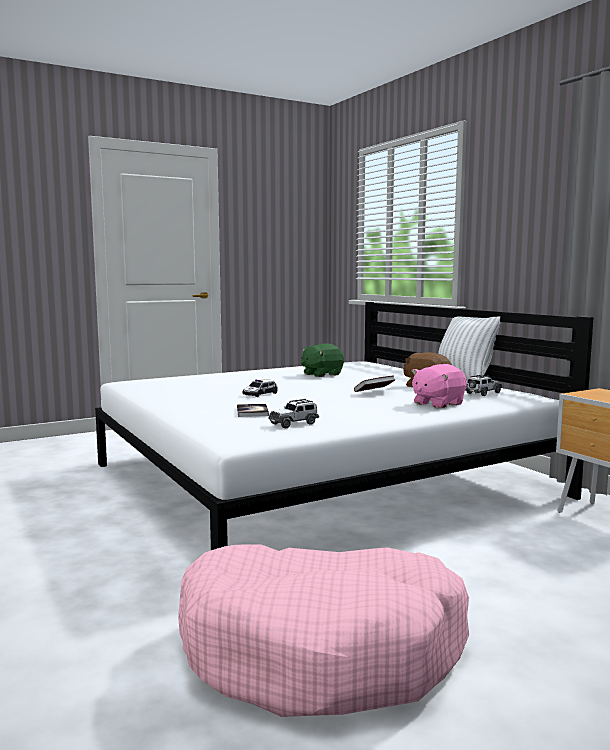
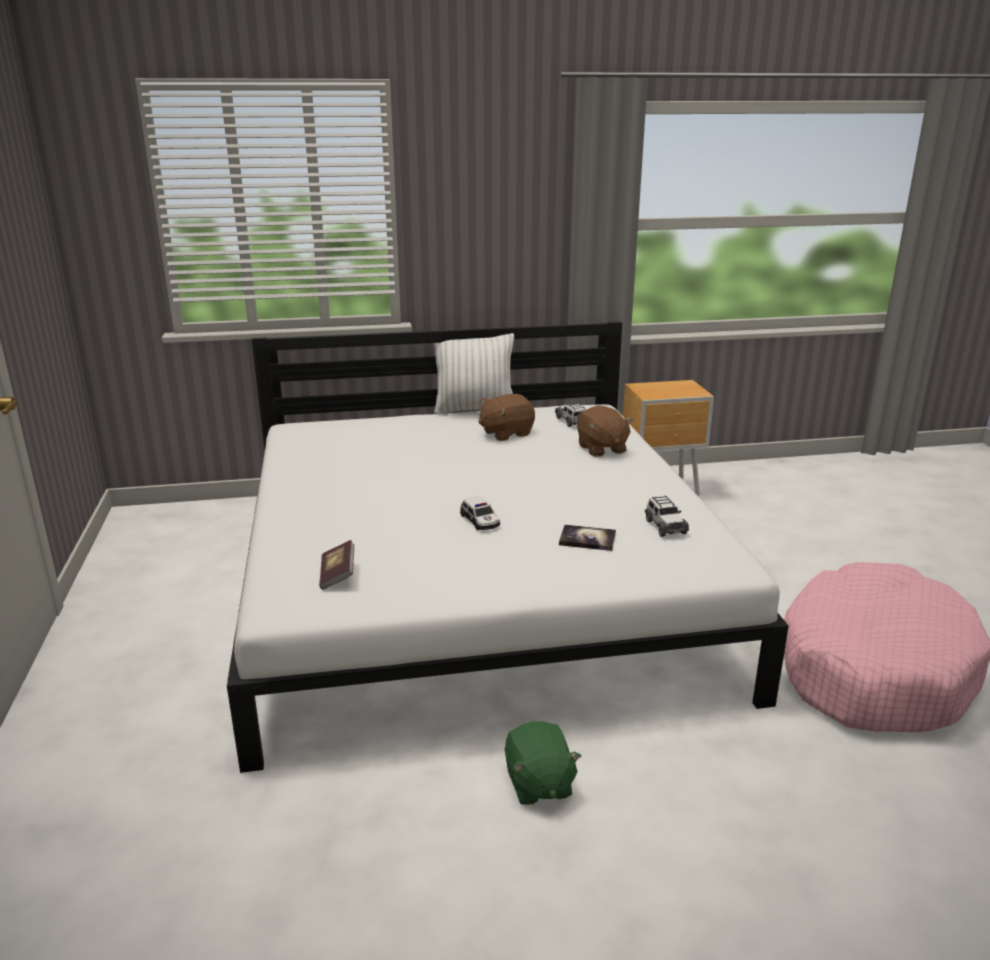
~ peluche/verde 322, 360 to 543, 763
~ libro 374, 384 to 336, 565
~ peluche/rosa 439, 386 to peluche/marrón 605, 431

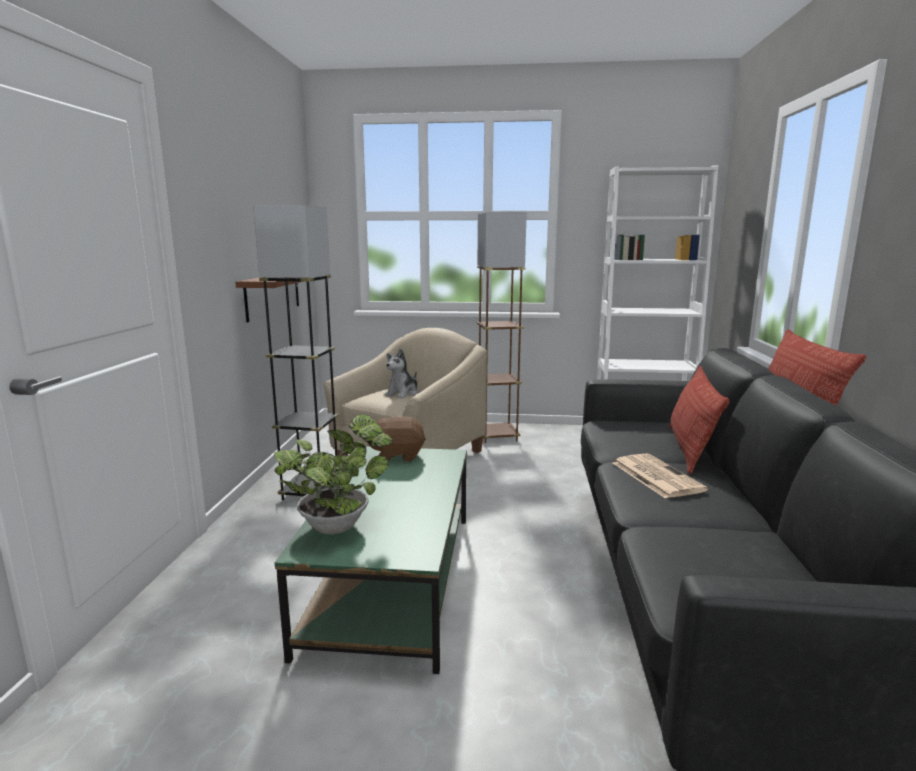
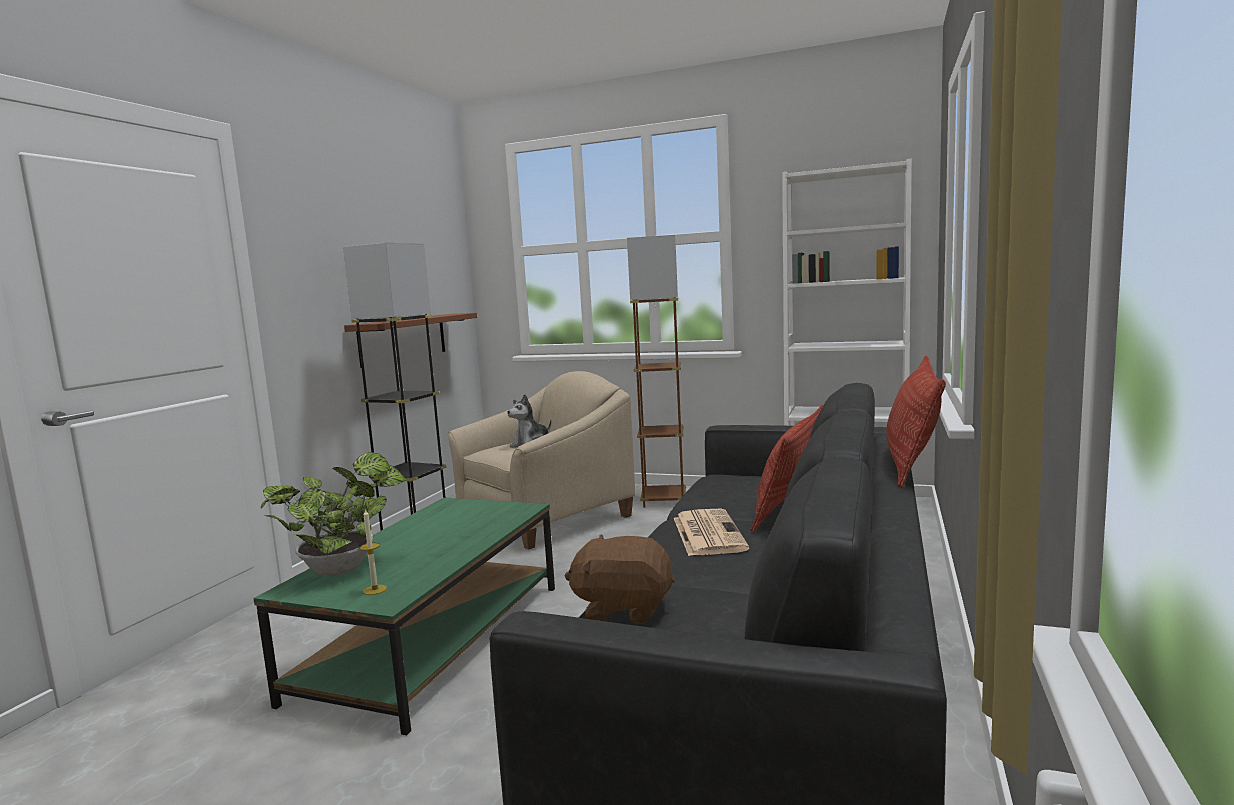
~ peluche/marrón 395, 439 to 620, 579
+ vela 373, 552

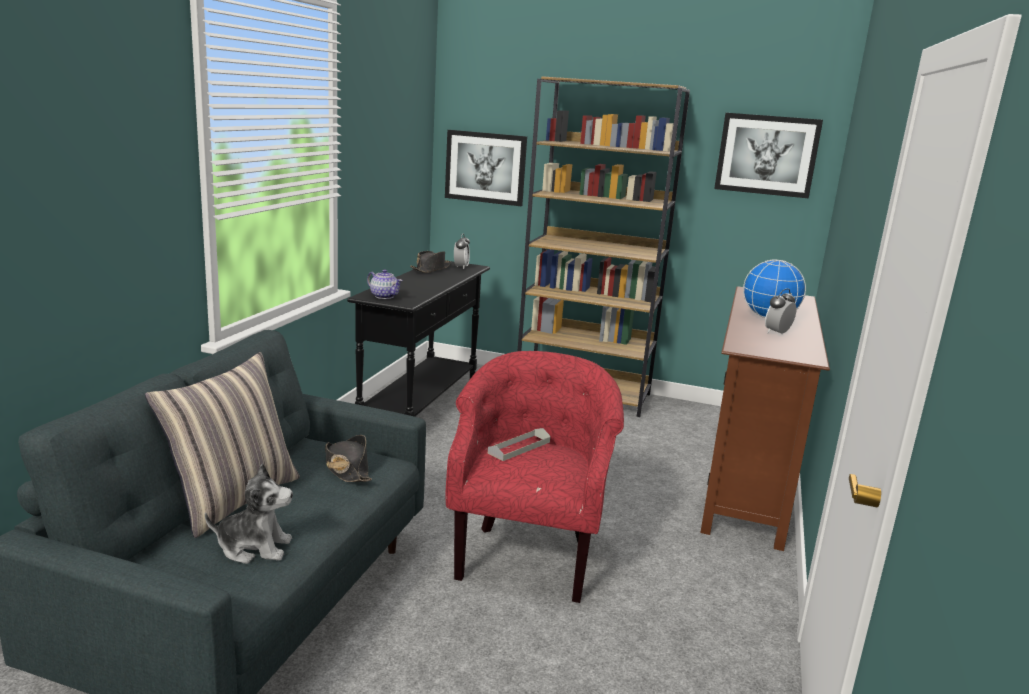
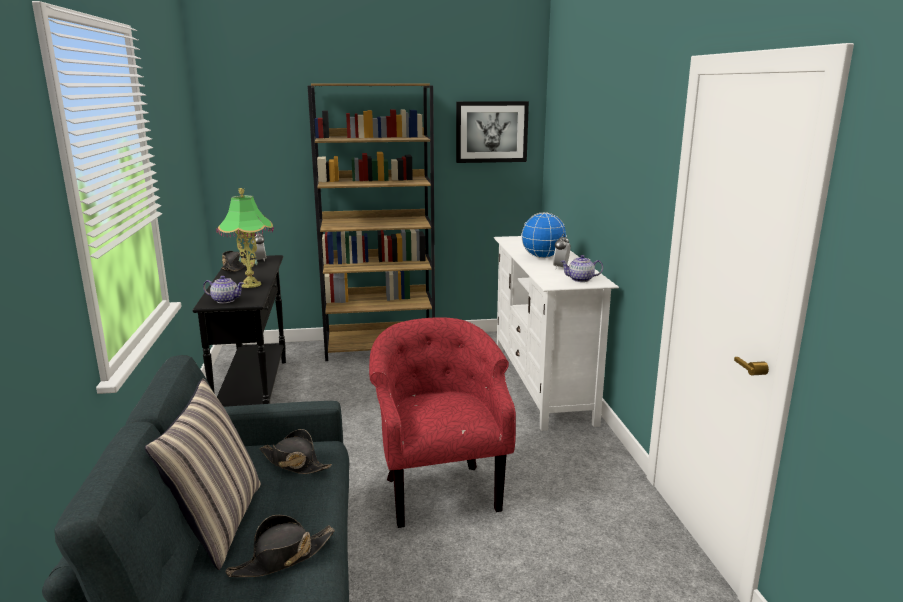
~ peluche 249, 513 to sombrero/negro 280, 546
- cuadro 486, 168
- bandeja/gris 519, 444
~ mueble de televisión/marrón 765, 418 to mueble de televisión/blanco 556, 333
+ lámpara de mesa 245, 238
+ tetera 581, 268

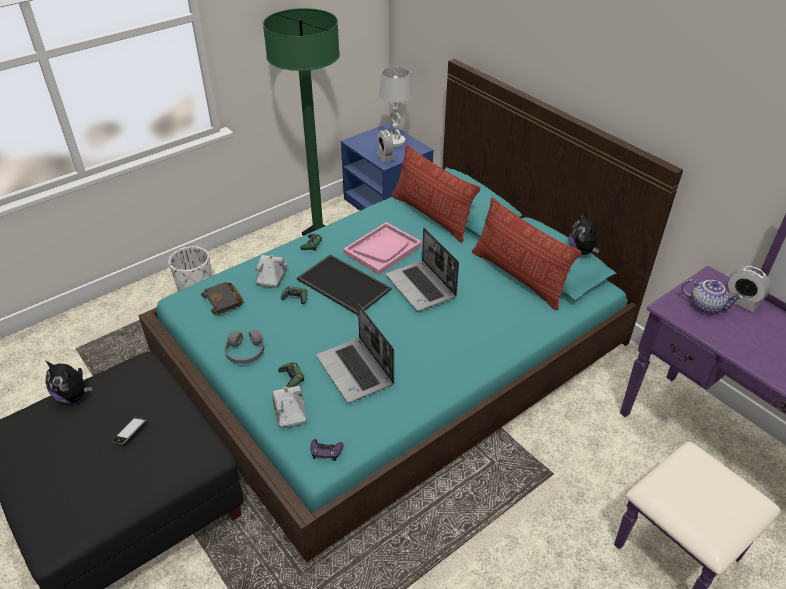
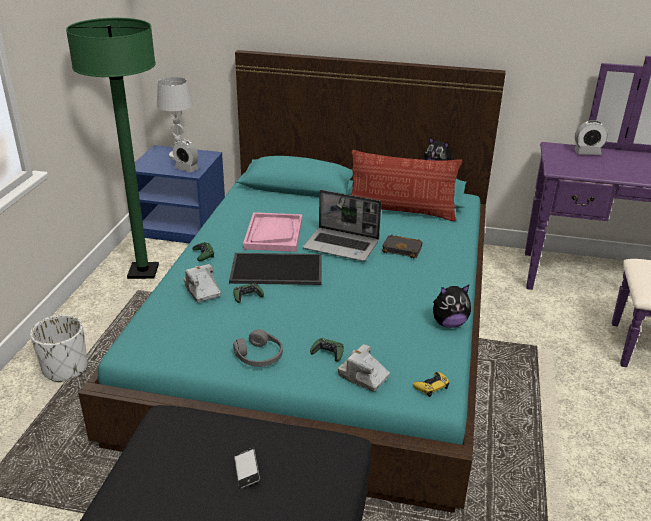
~ peluche 68, 381 to 452, 306
~ libro/negro 222, 298 to 402, 246
~ mando de consola/morado 327, 450 to mando de consola/amarillo 431, 384
- portátil 355, 353
- cojín 436, 194
- tetera 712, 296

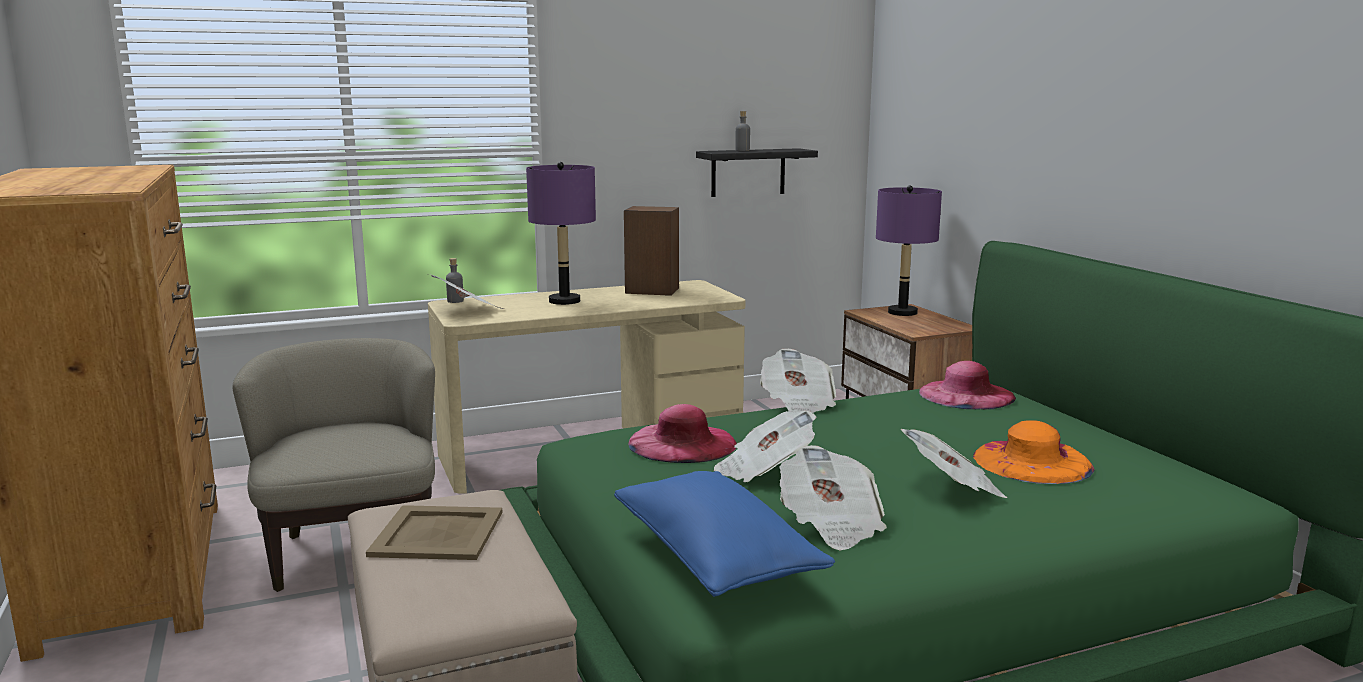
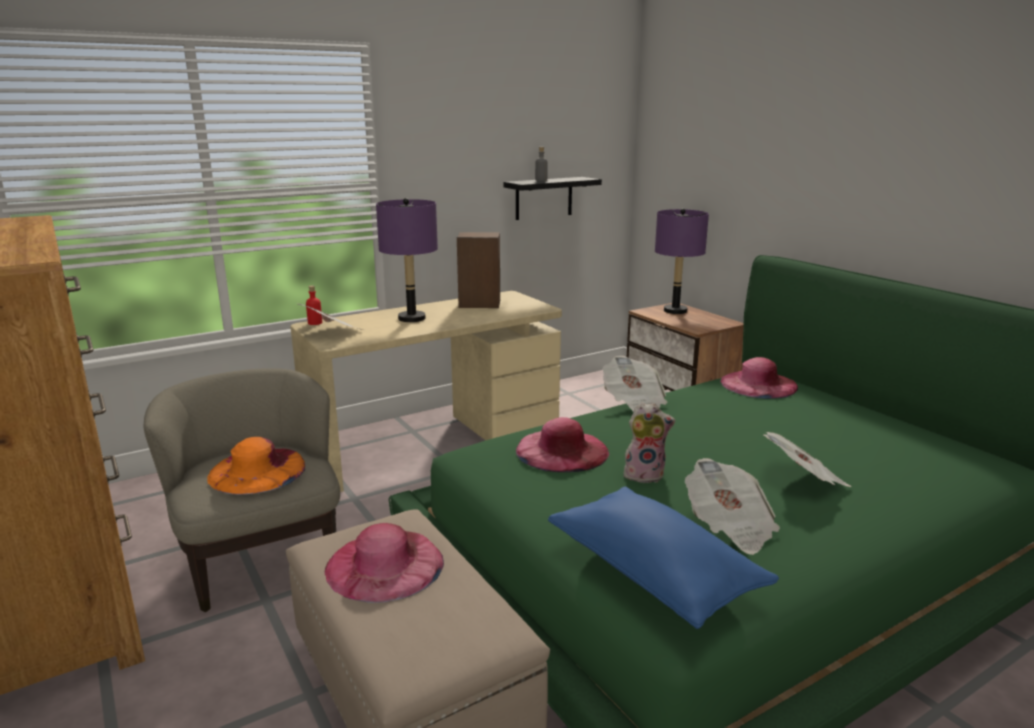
~ bandeja/beis 434, 532 to sombrero/rosa 384, 563
~ botella/gris 455, 280 to botella/rojo 314, 305
~ periódico 765, 446 to peluche 649, 443
~ sombrero/naranja 1034, 452 to 256, 466

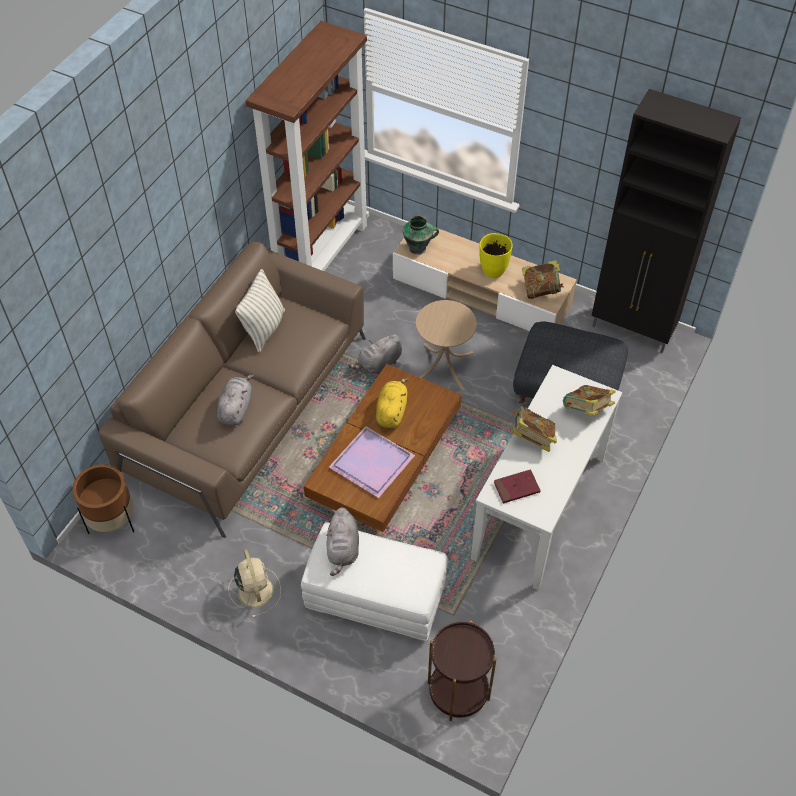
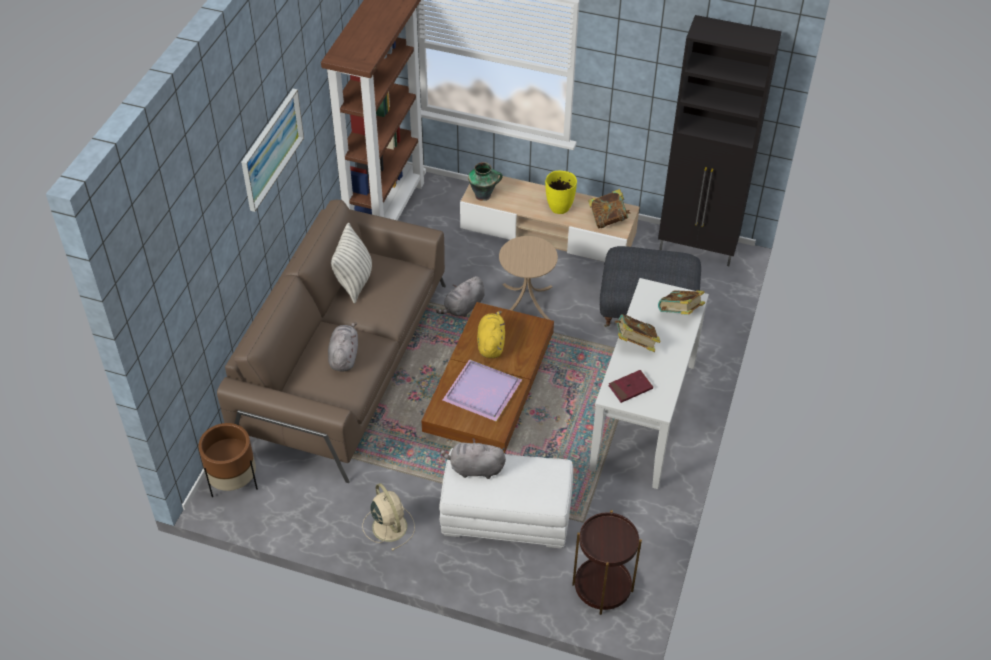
~ peluche/gris 342, 541 = 473, 458 105 degrees clockwise
+ cuadro 272, 150

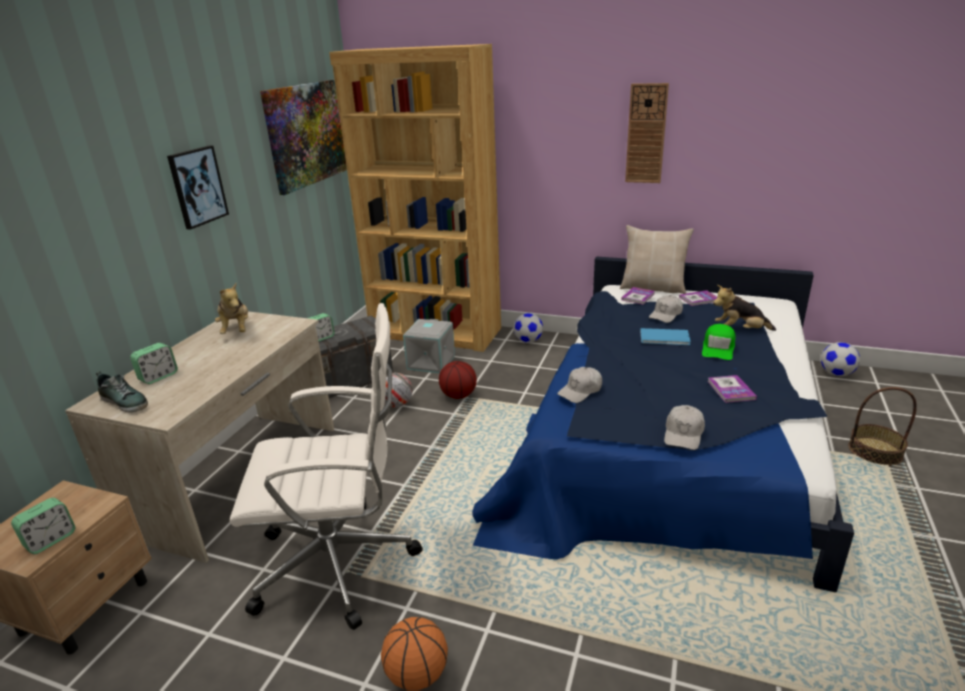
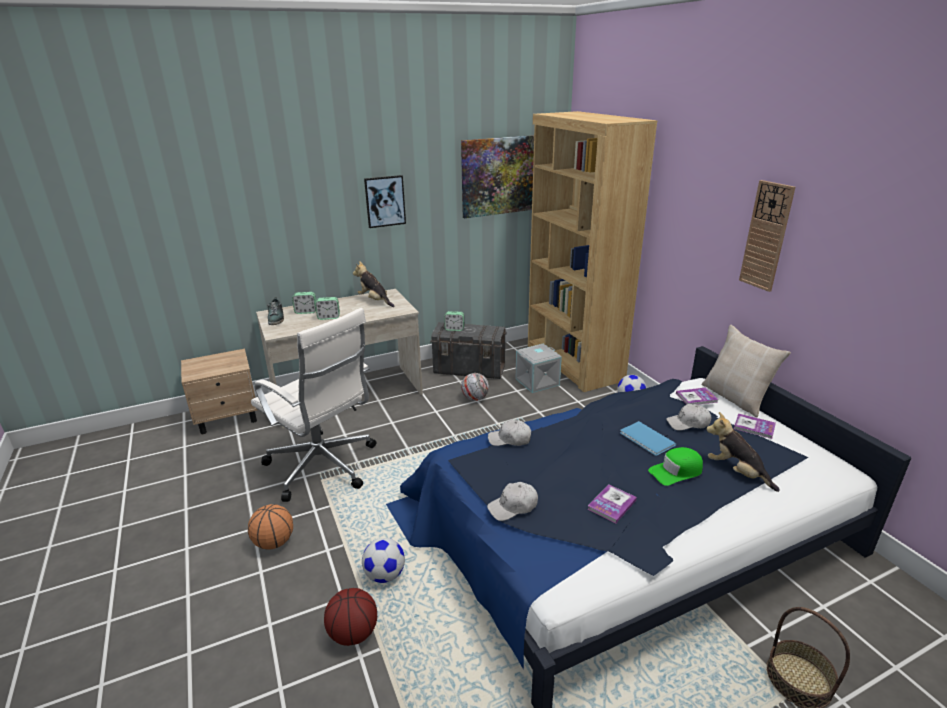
~ despertador 43, 526 to 327, 308
~ peluche 231, 308 = 374, 284 105 degrees clockwise
~ balón de baloncesto 458, 380 to 350, 617
~ balón de fútbol 840, 359 to 383, 560

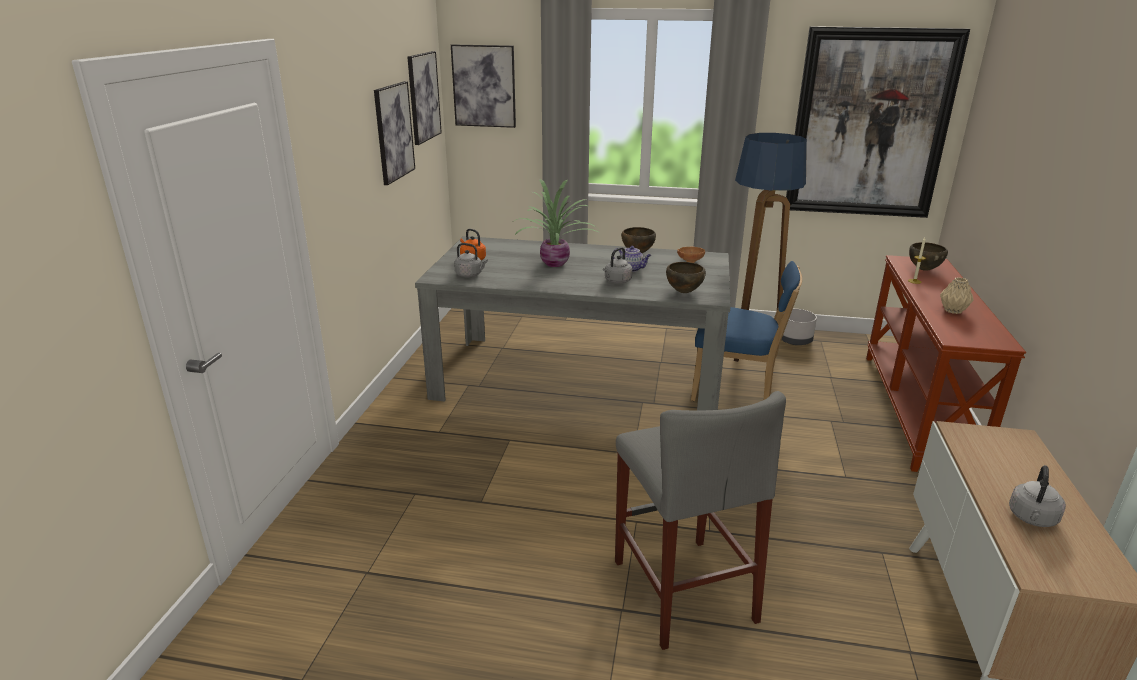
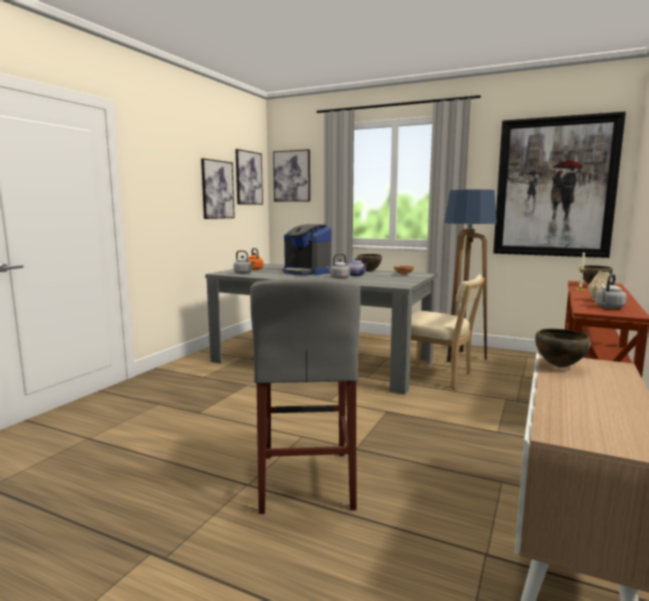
~ planta en maceta 556, 223 to cafetera 306, 249
~ cuenco/marrón 686, 277 to 563, 348
~ silla/azul 746, 331 to silla/beis 448, 331
- maceta/gris 799, 327
~ hervidor/gris 1037, 496 to 611, 291

